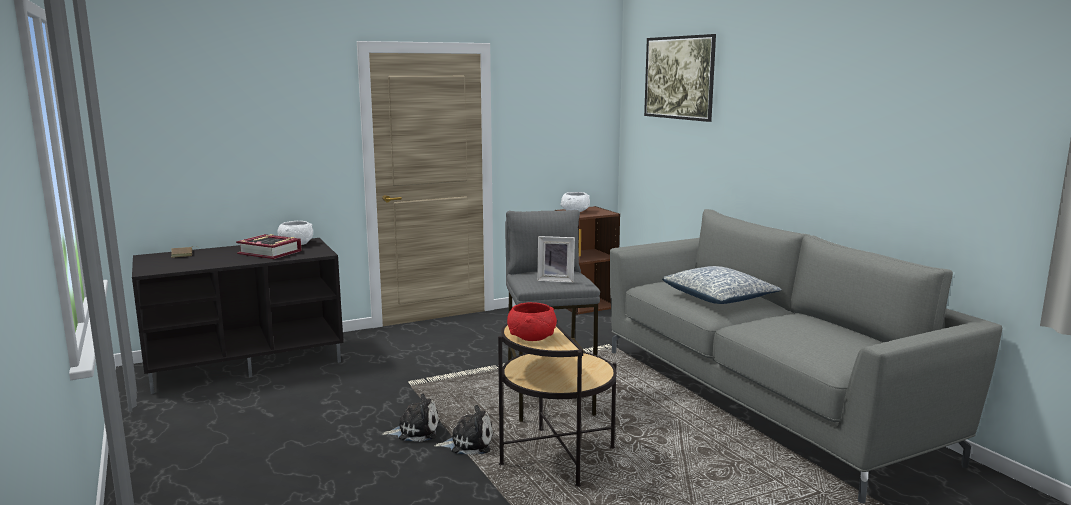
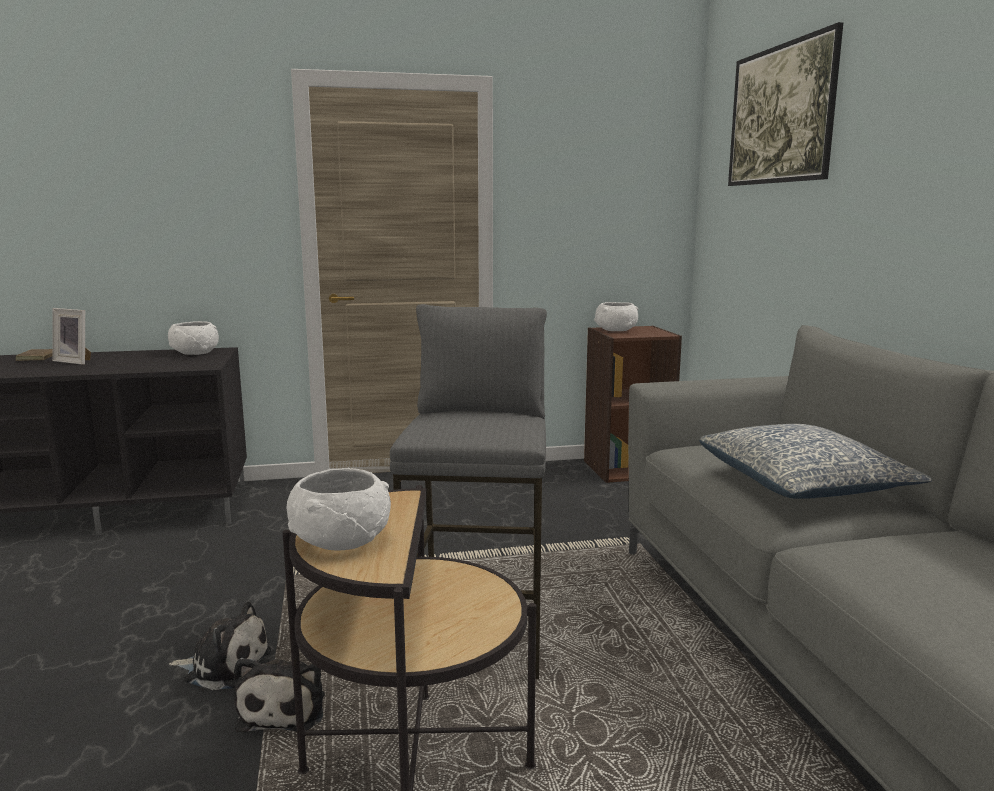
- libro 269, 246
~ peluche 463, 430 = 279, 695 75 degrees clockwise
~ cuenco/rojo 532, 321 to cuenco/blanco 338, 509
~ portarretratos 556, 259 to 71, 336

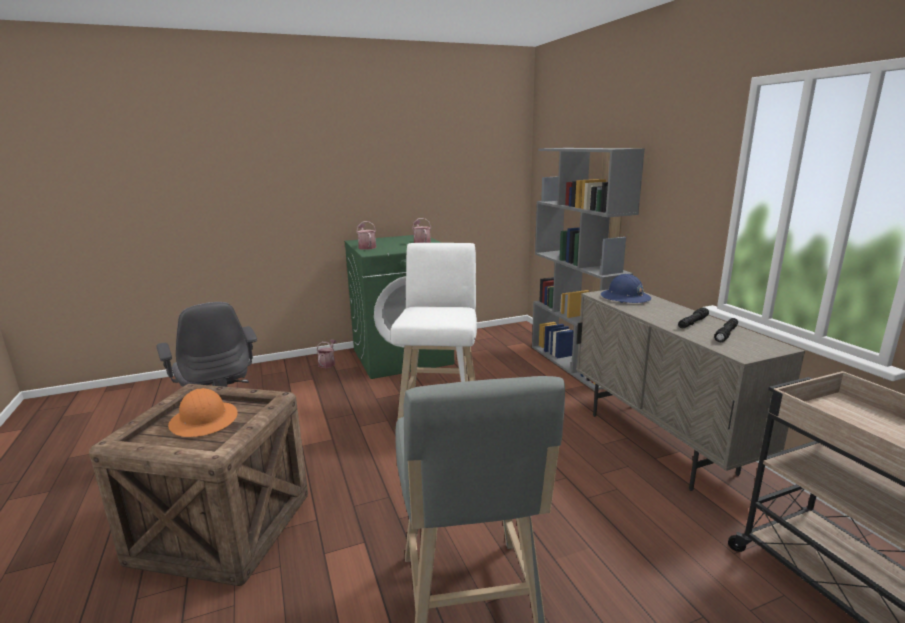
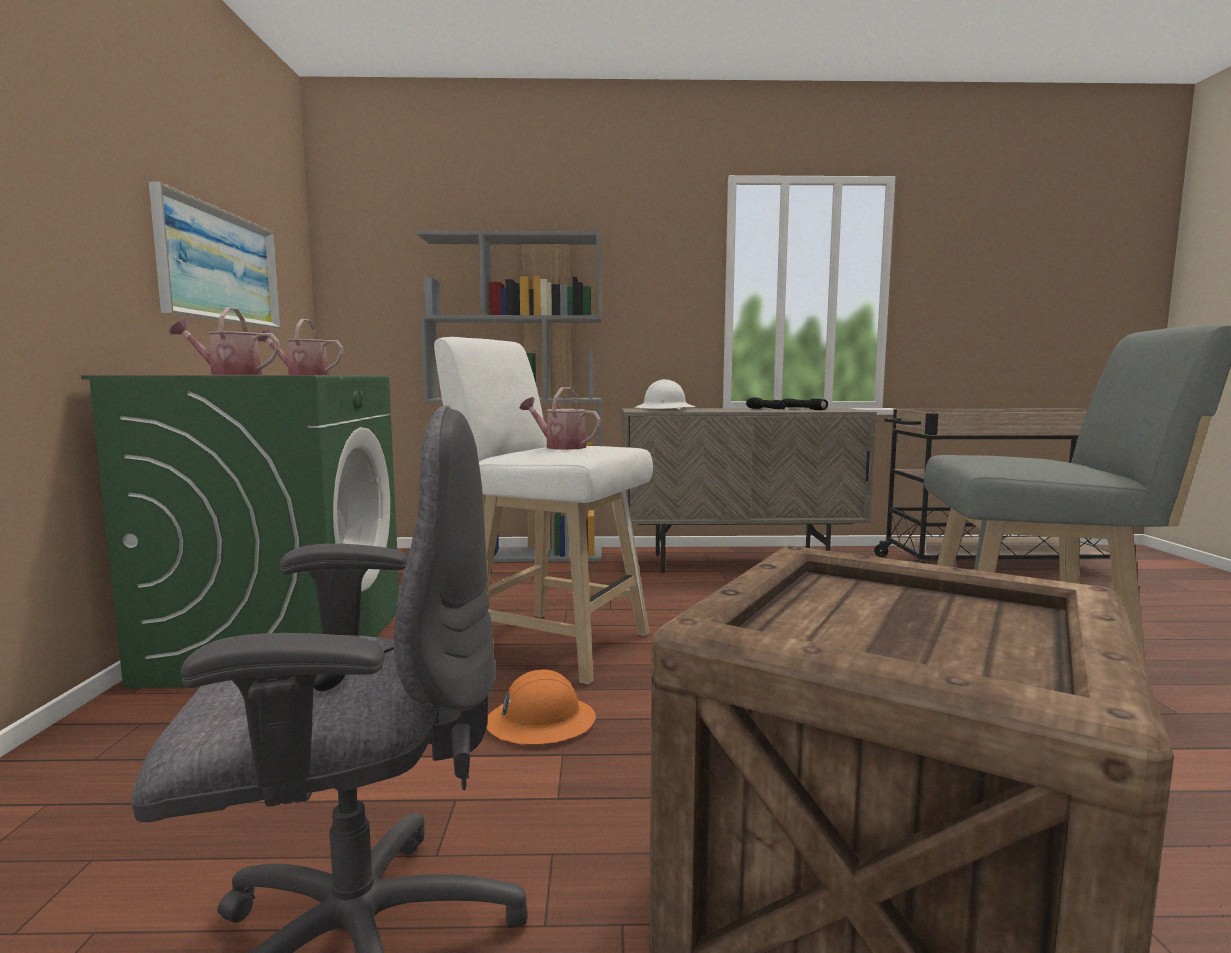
~ casco/naranja 203, 412 to 541, 706
~ regadera 326, 354 to 560, 418
~ casco/azul 626, 288 to casco/blanco 665, 395
+ cuadro 215, 255

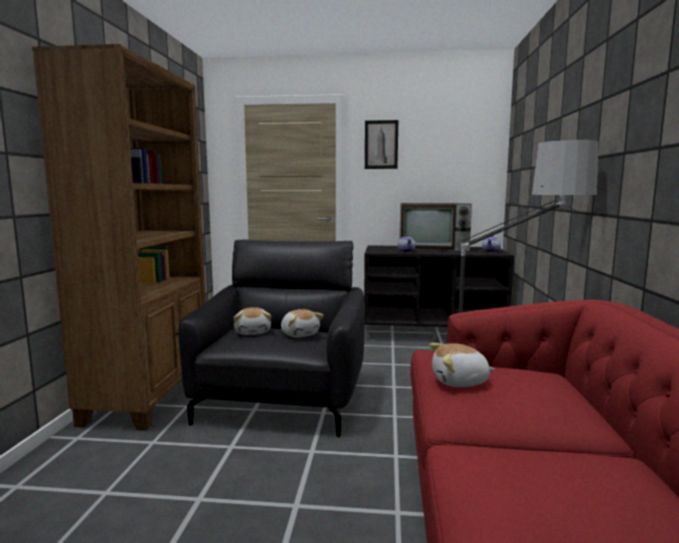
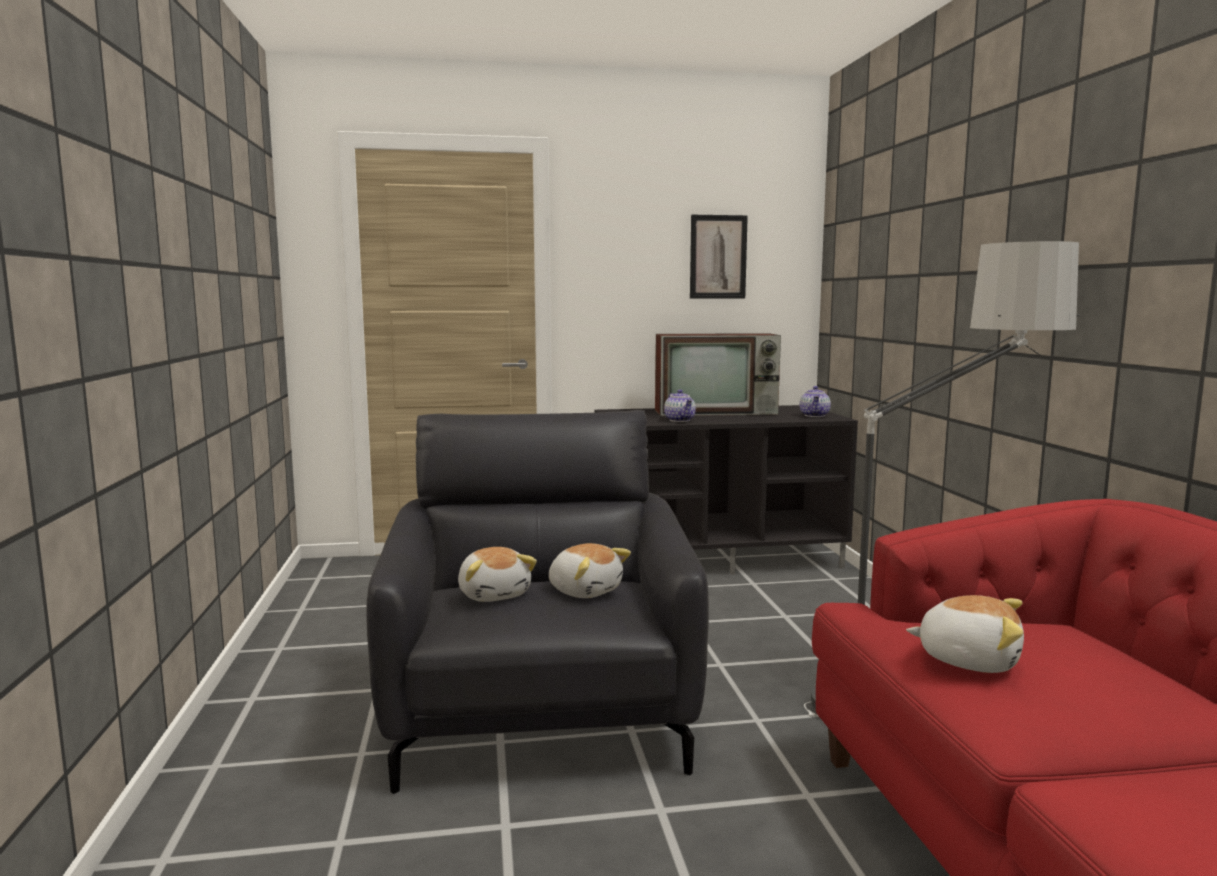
- estantería/marrón 119, 237
~ cuadro 381, 144 to 719, 257
~ peluche 462, 365 = 965, 634 135 degrees counterclockwise

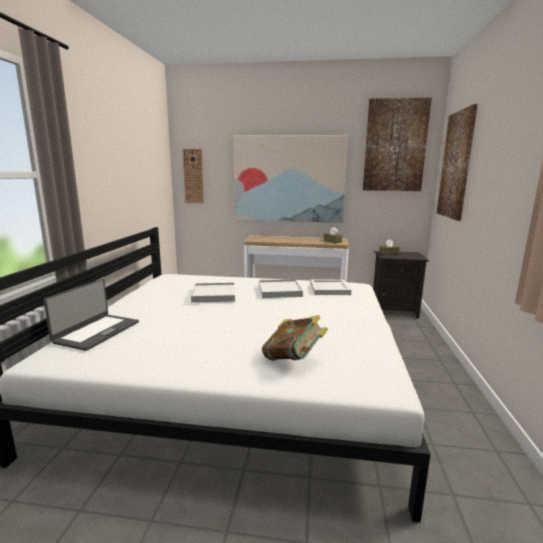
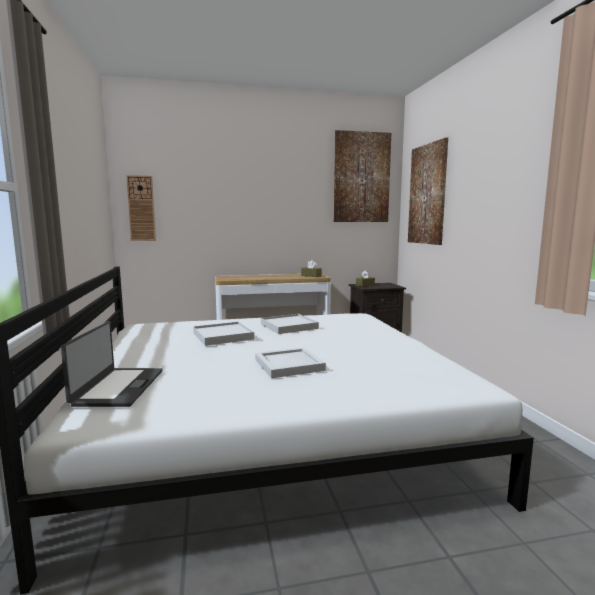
- cuadro 290, 179
- libro 295, 337
~ bandeja/blanco 330, 287 to 290, 362

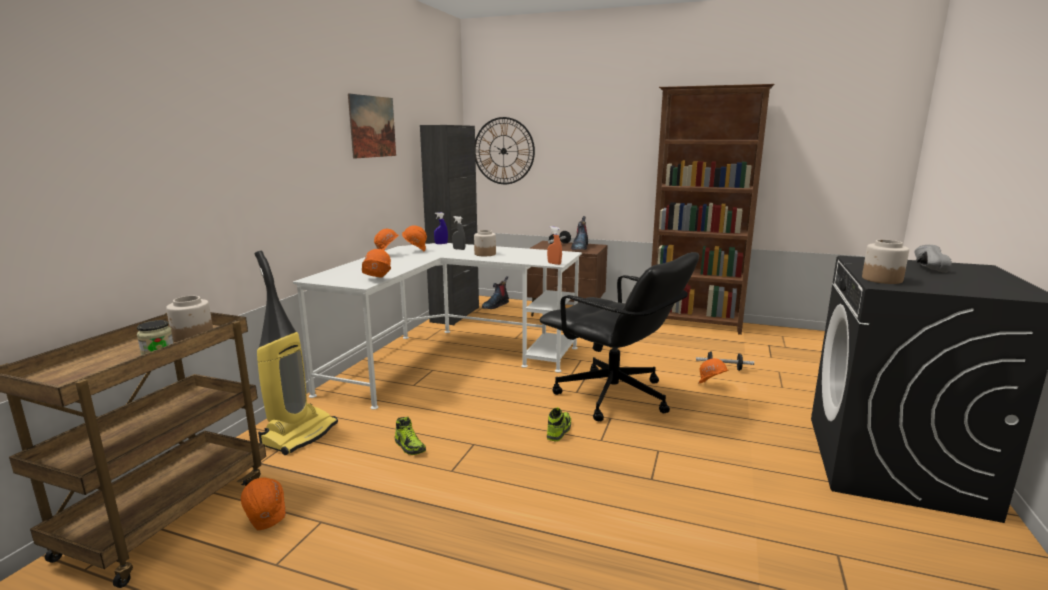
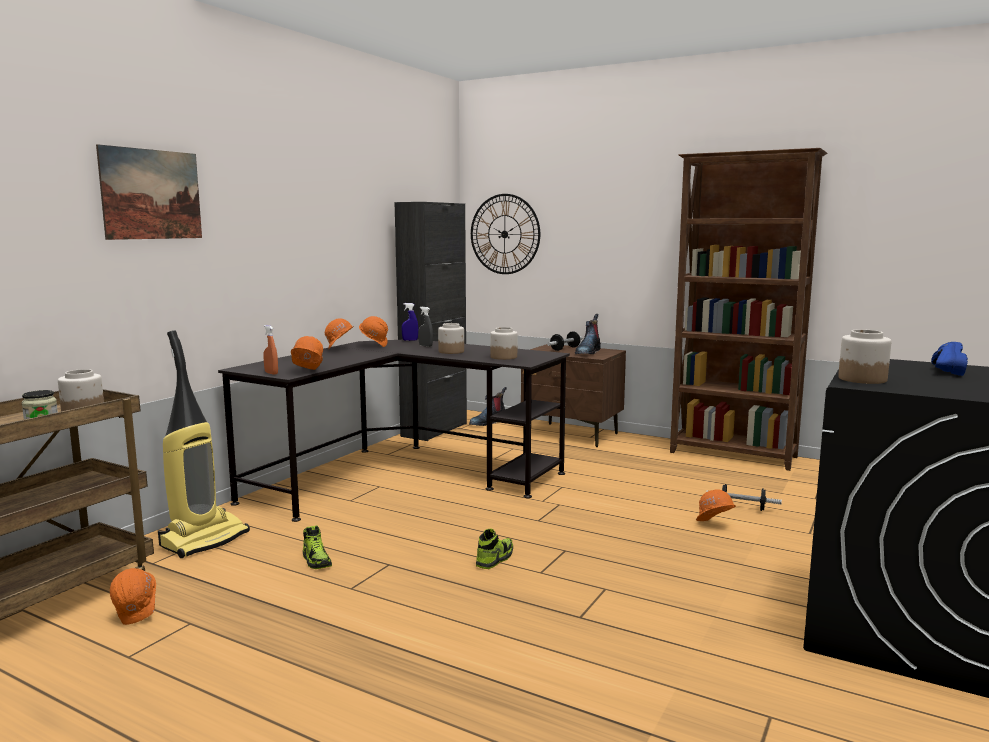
~ escritorio/blanco 437, 326 to escritorio/negro 394, 431
~ cuadro 372, 126 to 149, 192
- silla de oficina/negro 619, 336
~ pulverizador/naranja 554, 245 to 270, 350
~ zapato/gris 933, 259 to zapato/azul 949, 359
+ tarro 503, 343

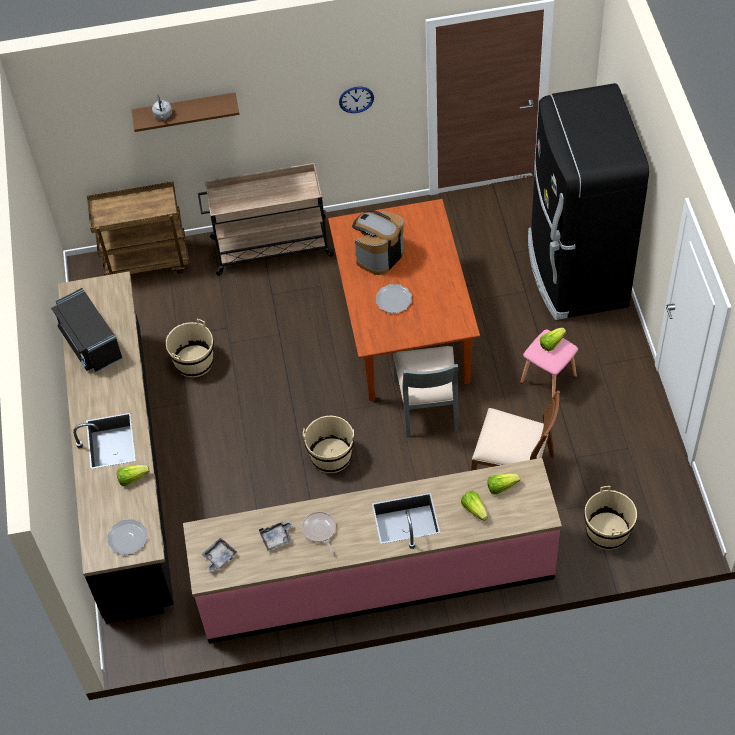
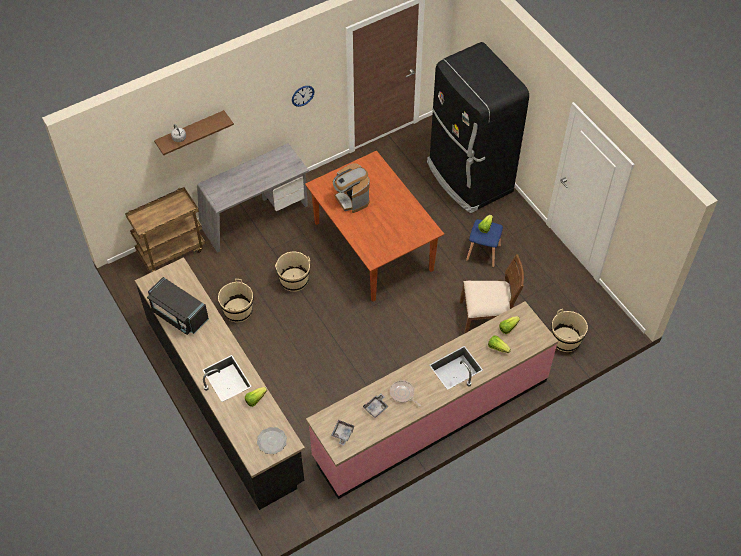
~ carrito/beis 266, 219 to escritorio/gris 253, 198
~ cubo/beis 328, 444 to 292, 272
~ cafetera 378, 242 = 351, 188 45 degrees counterclockwise
- plato 394, 298
- silla/gris 425, 392
~ taburete/rosa 549, 363 to taburete/azul 484, 243

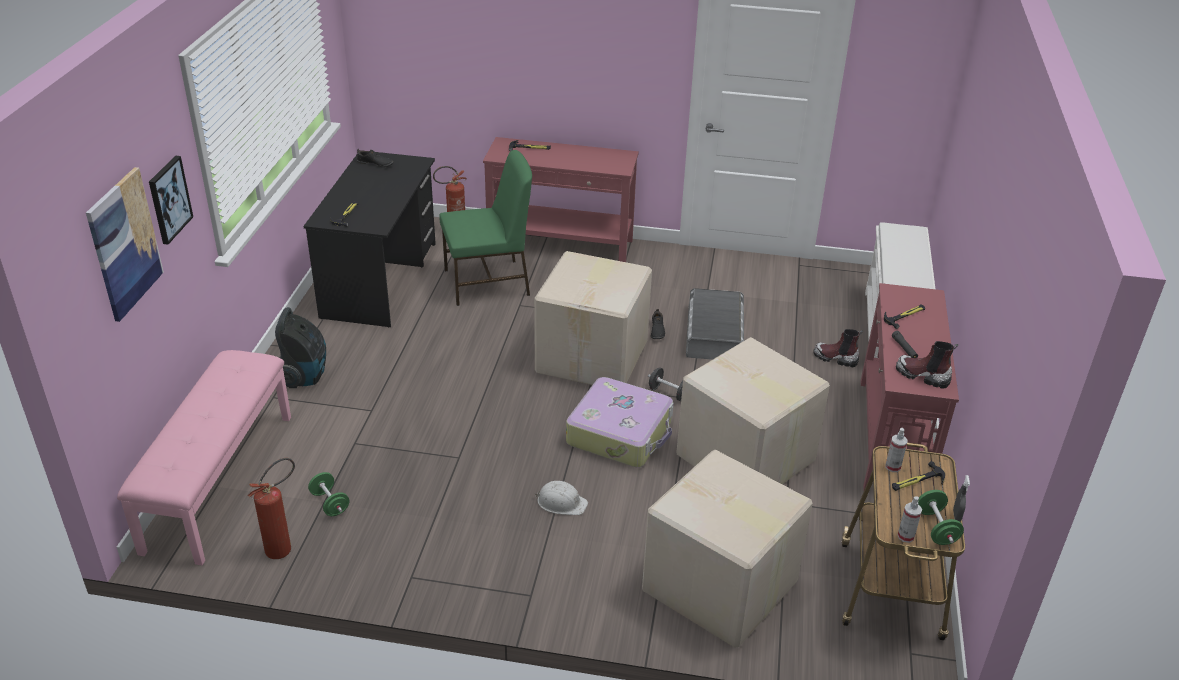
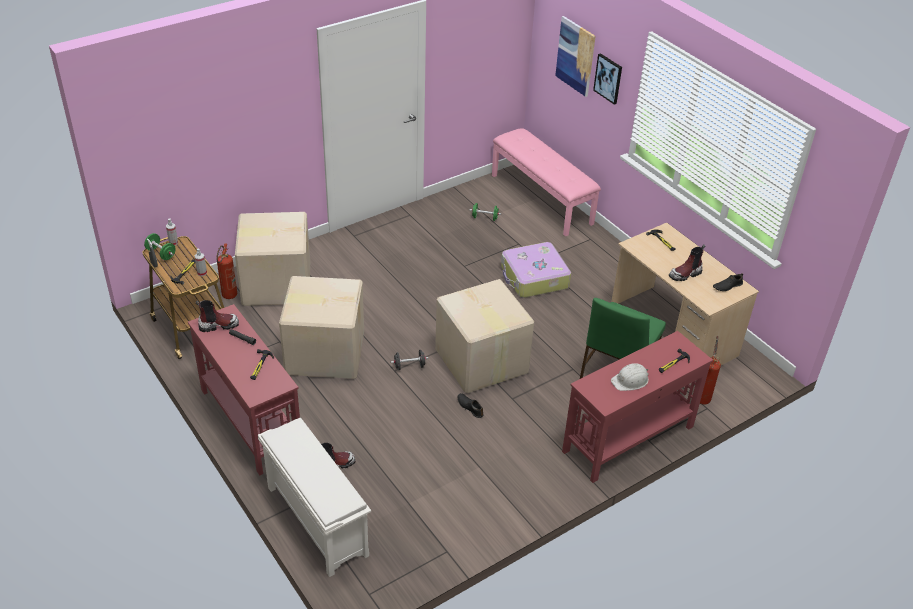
~ extintor 271, 508 to 226, 271
- aspiradora 300, 347
~ escritorio/negro 369, 240 to escritorio/beis 685, 294
~ casco/blanco 561, 498 to 630, 377
~ maleta 620, 422 to 536, 270
- caja de almacenaje/gris 715, 324
+ bota 687, 263

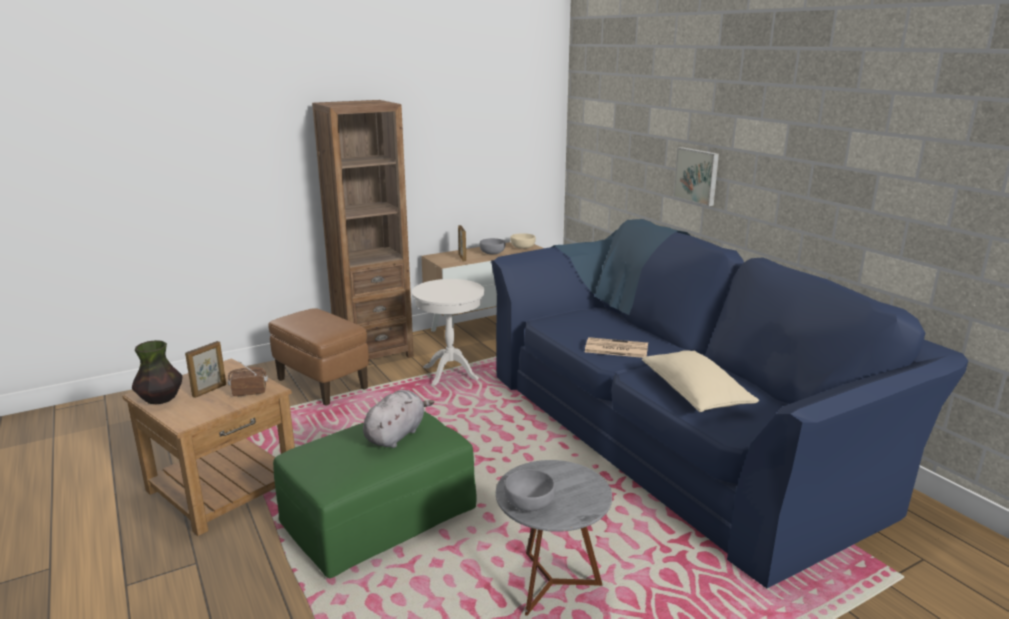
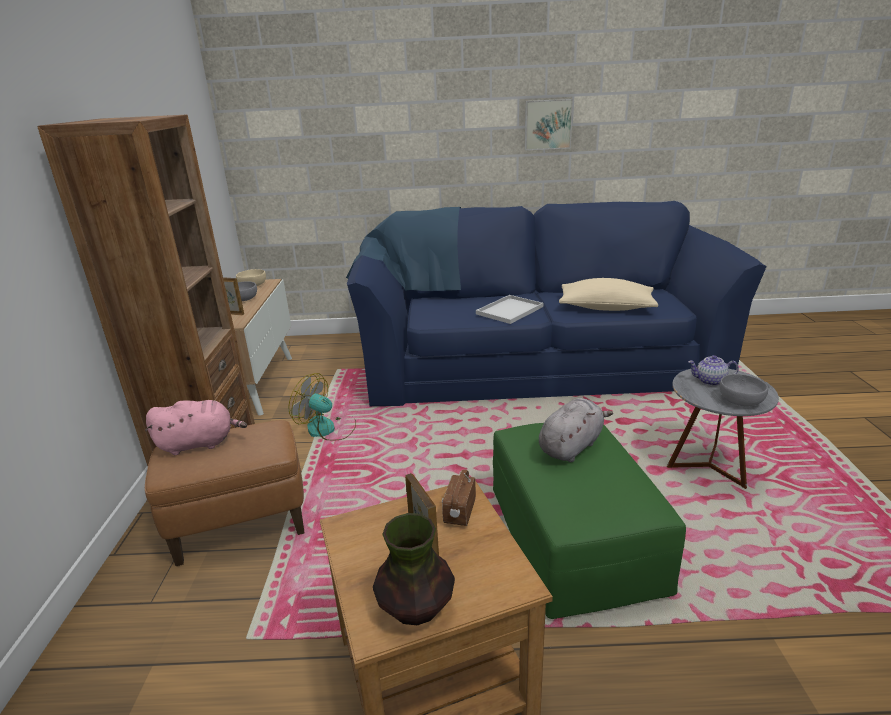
~ peluche/gris 398, 419 = 576, 430 75 degrees clockwise
~ mesa auxiliar/blanco 448, 332 to ventilador 322, 406
~ periódico 616, 347 to bandeja/blanco 509, 309
~ cuadro 696, 176 to 549, 124
+ peluche/rosa 196, 427
+ tetera 713, 370

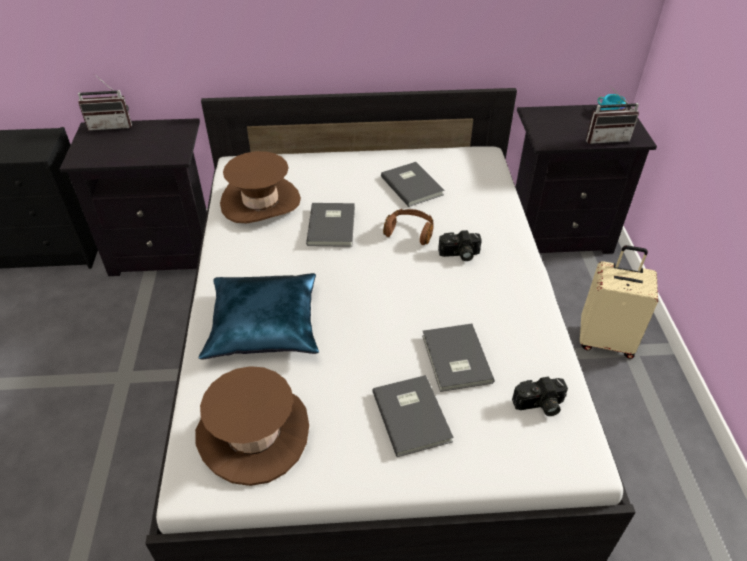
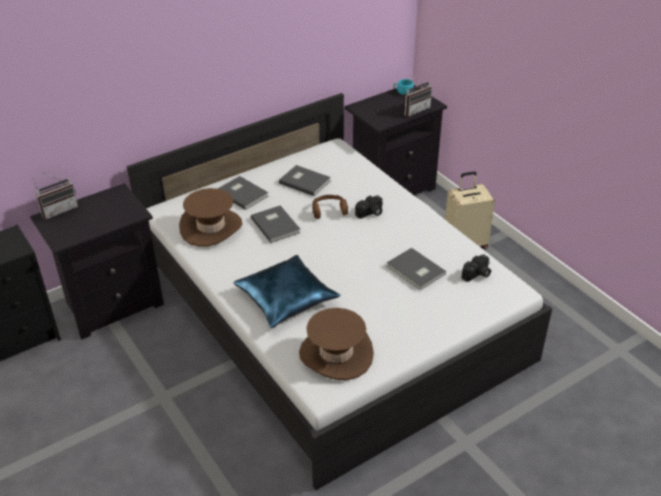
~ libro/gris 413, 416 to 242, 193

